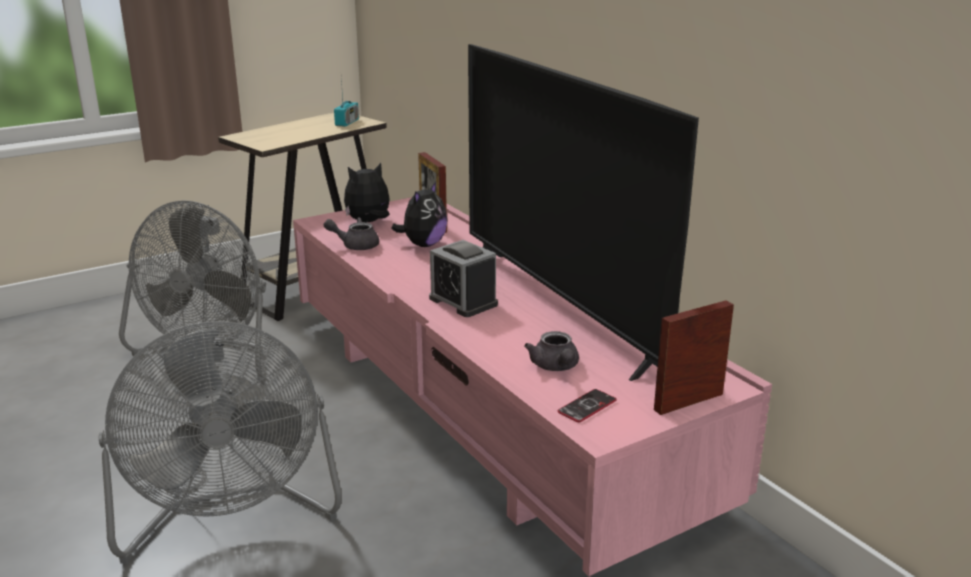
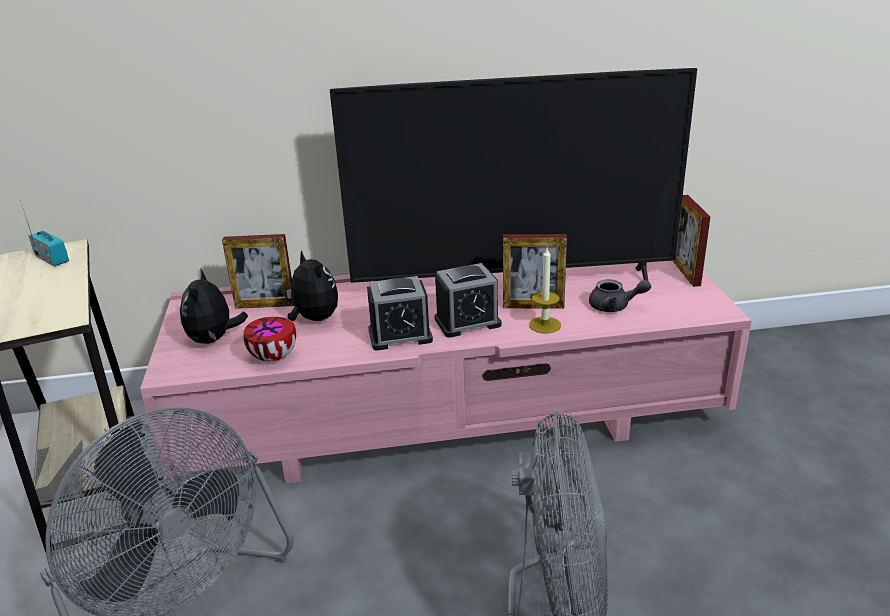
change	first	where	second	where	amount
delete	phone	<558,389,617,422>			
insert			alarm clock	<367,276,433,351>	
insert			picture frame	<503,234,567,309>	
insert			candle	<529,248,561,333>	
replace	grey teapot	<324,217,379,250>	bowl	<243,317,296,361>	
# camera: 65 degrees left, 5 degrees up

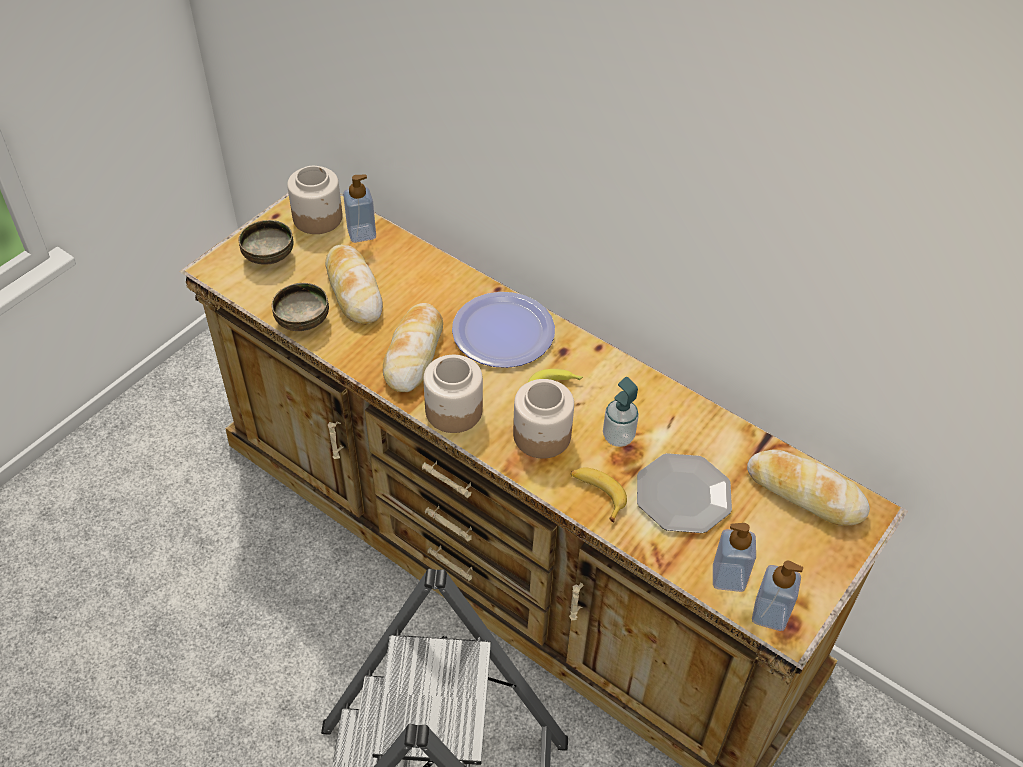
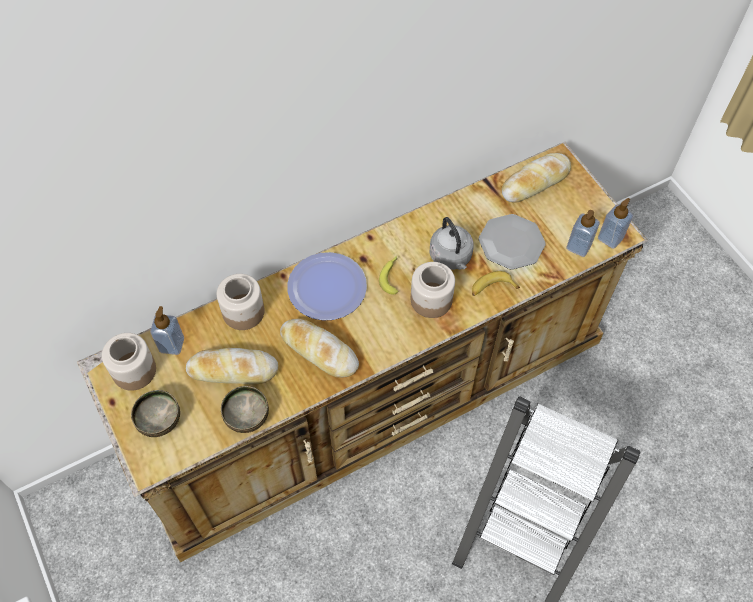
change	first	where	second	where	amount
move	jar	<423,355,483,433>		<217,274,265,330>	
replace	soap dispenser	<603,377,639,447>	grey kettle	<430,217,474,270>	
# camera: 65 degrees left, 10 degrees up

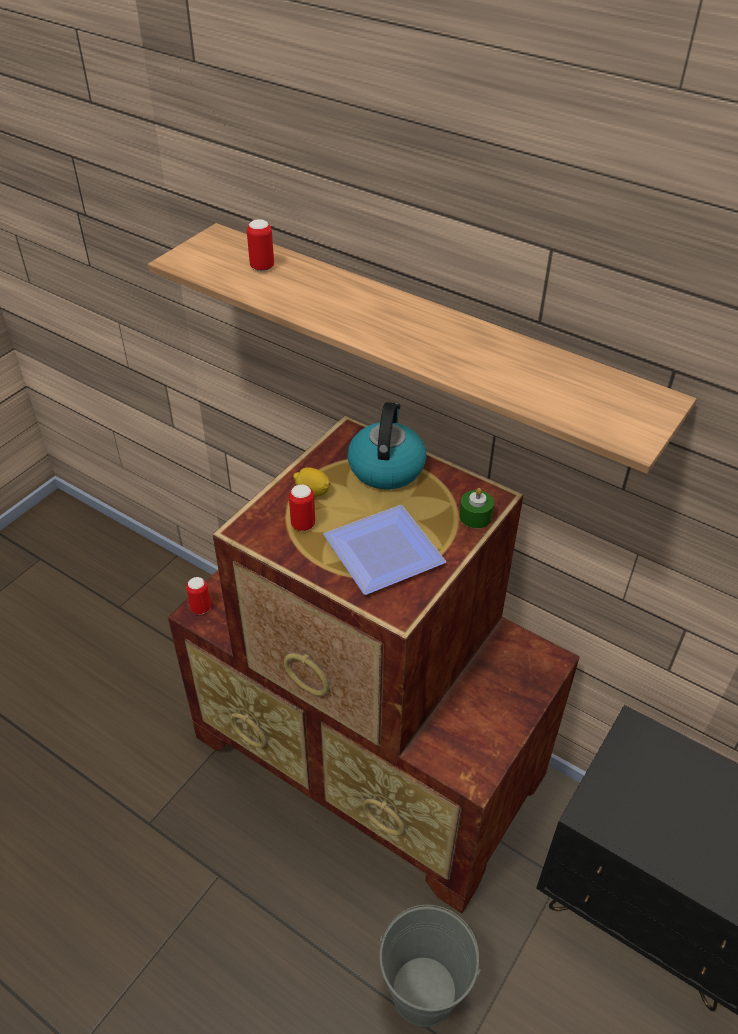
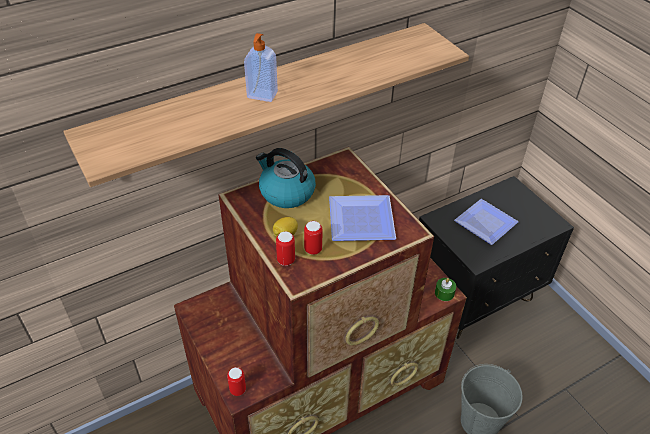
change	first	where	second	where	amount
insert			soap dispenser	<244,33,278,102>	
insert			plate	<454,199,518,245>	
move	can	<247,219,274,271>		<276,231,295,266>	
move	green candle	<459,488,494,528>		<435,278,456,301>	
# camera: 65 degrees left, 0 degrees up

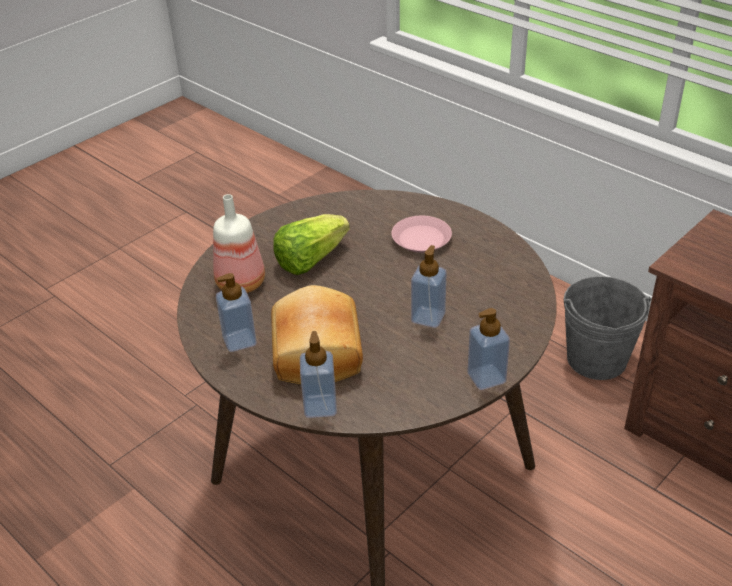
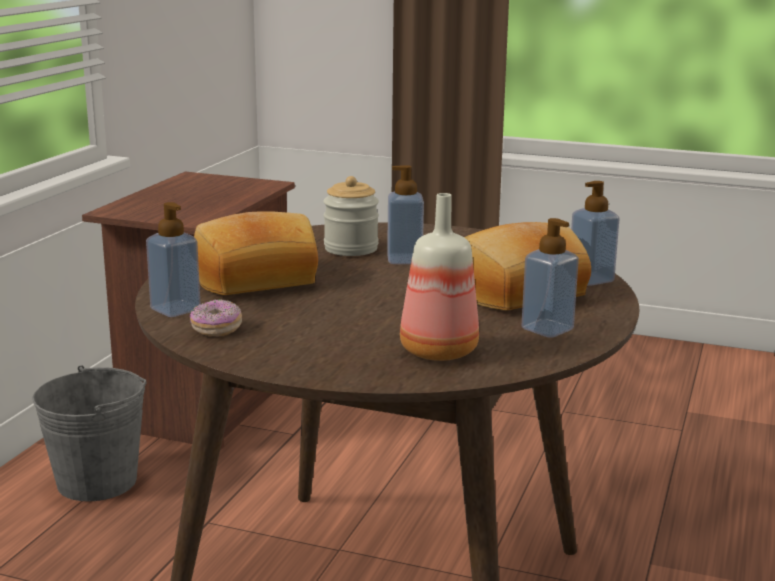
change	first	where	second	where	amount
delete	lettuce	<273,214,350,275>			
insert			donut	<190,299,242,337>	
insert			jar	<323,176,379,256>	
move	soap dispenser	<468,308,510,390>		<146,202,200,317>	
replace	pink plate	<391,216,452,253>	bread	<194,211,318,295>	
# camera: 115 degrees left, 20 degrees down

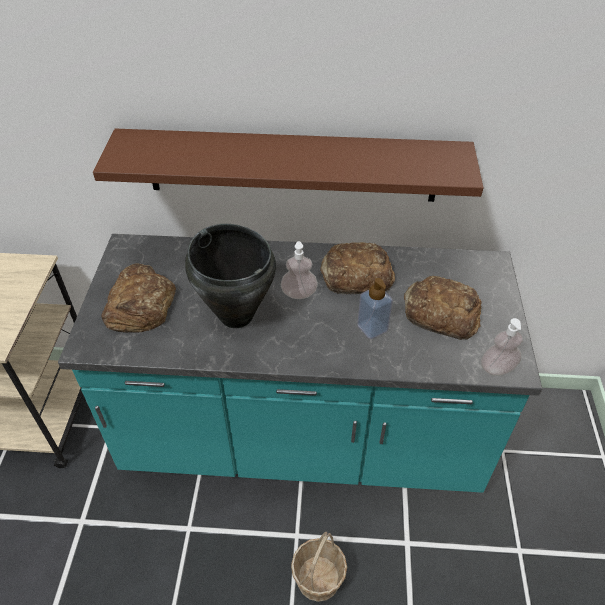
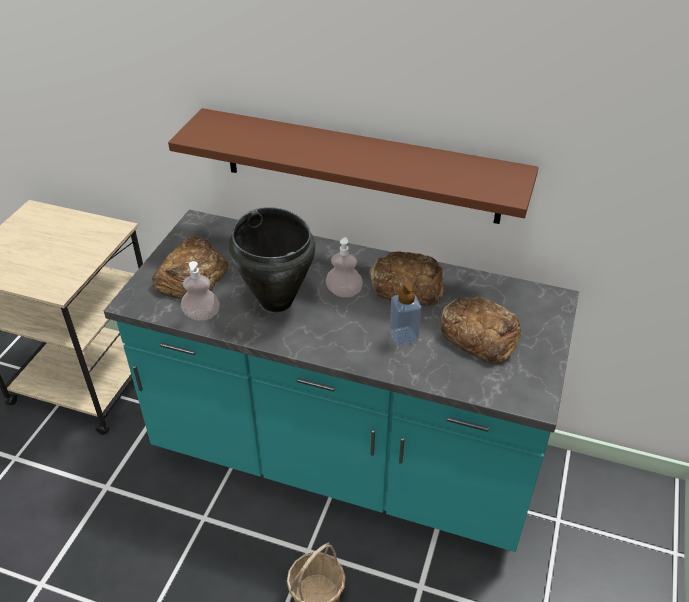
change	first	where	second	where	amount
move	soap dispenser	<481,318,523,376>		<181,261,220,321>	
# camera: 15 degrees right, 5 degrees down

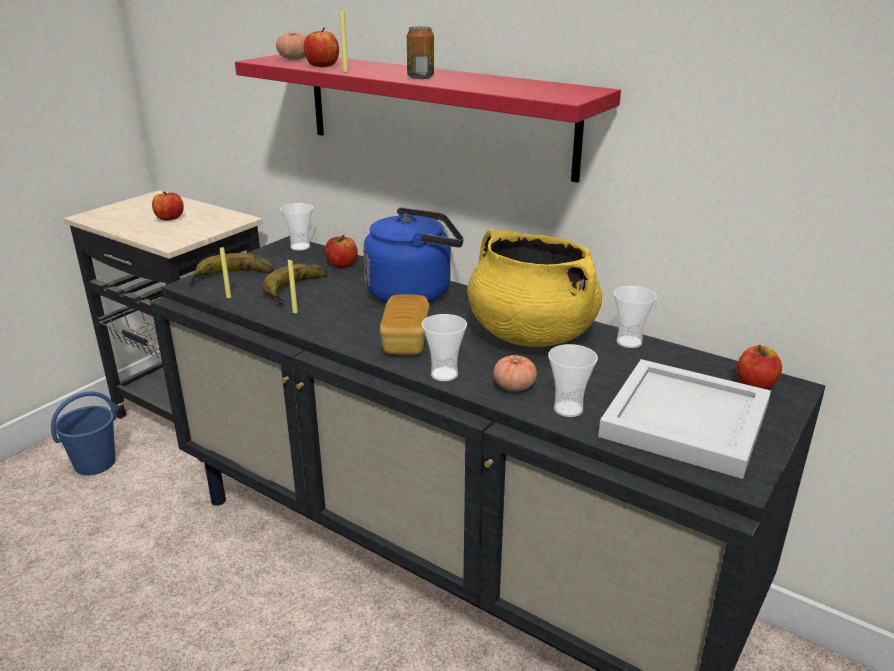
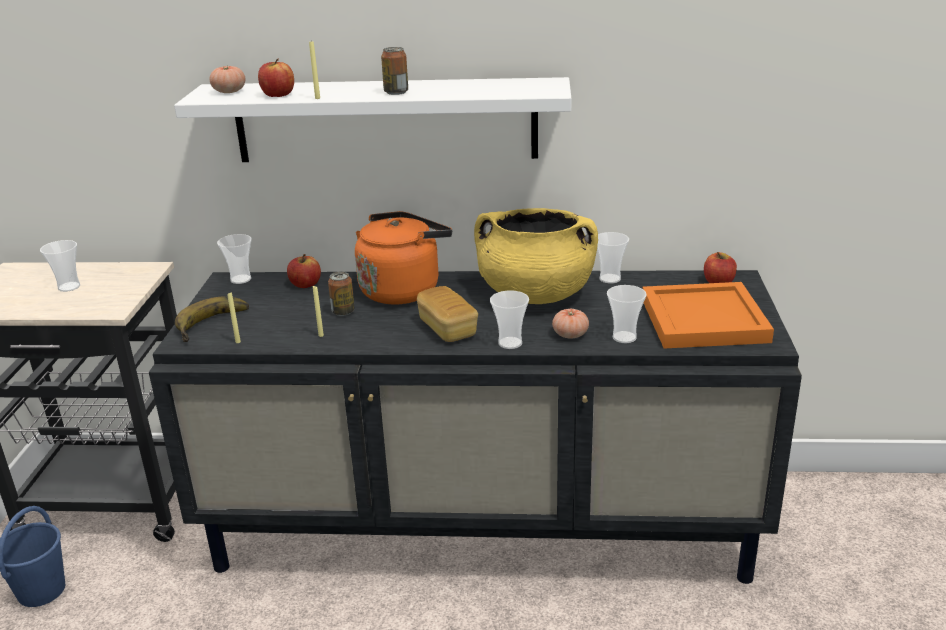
change	first	where	second	where	amount
delete	banana	<262,264,327,305>			
insert			can	<328,271,355,316>	
replace	apple	<152,192,184,221>	cup	<40,240,80,292>	
recolor	red shelf	<235,54,621,183>	white shelf	<174,77,572,162>	
recolor	blue kettle	<363,207,464,303>	orange kettle	<355,211,452,304>	
recolor	white tray	<598,359,771,479>	orange tray	<643,282,774,349>	
# camera: 30 degrees left, 0 degrees up

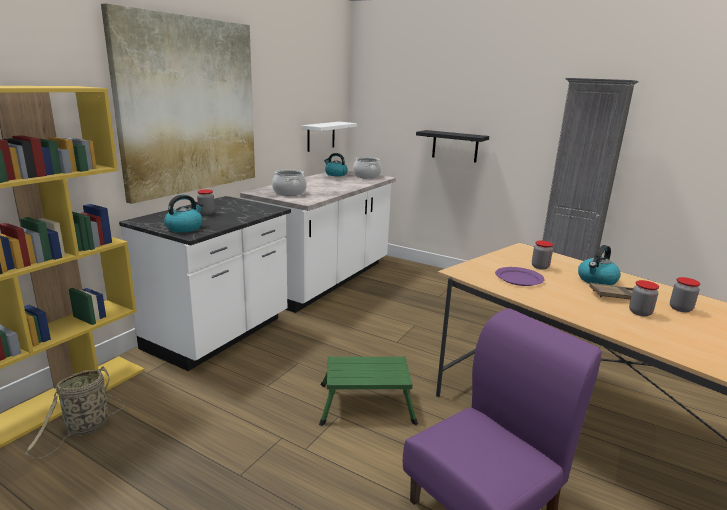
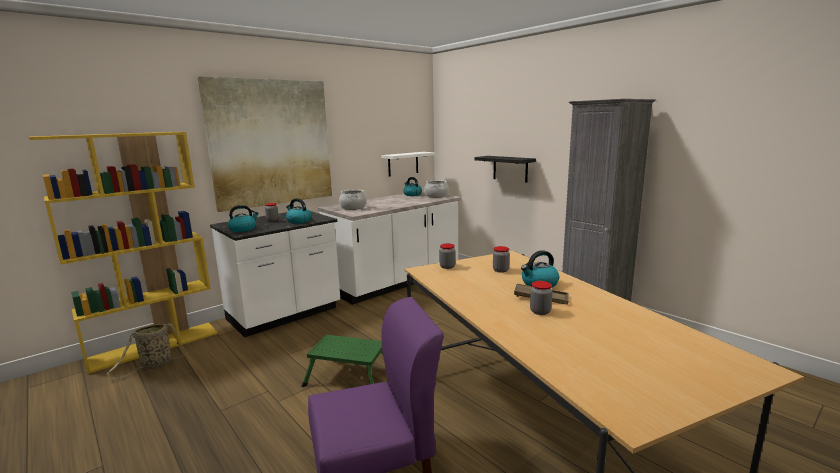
change	first	where	second	where	amount
delete	purple plate	<495,267,545,286>			
insert			kettle	<286,198,311,224>	
move	jar	<670,277,700,312>		<439,244,455,269>	
# camera: 20 degrees right, 5 degrees down

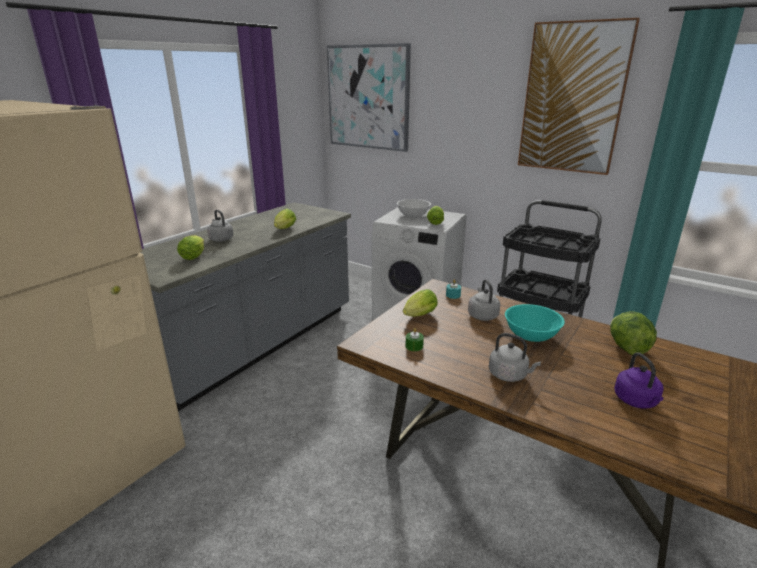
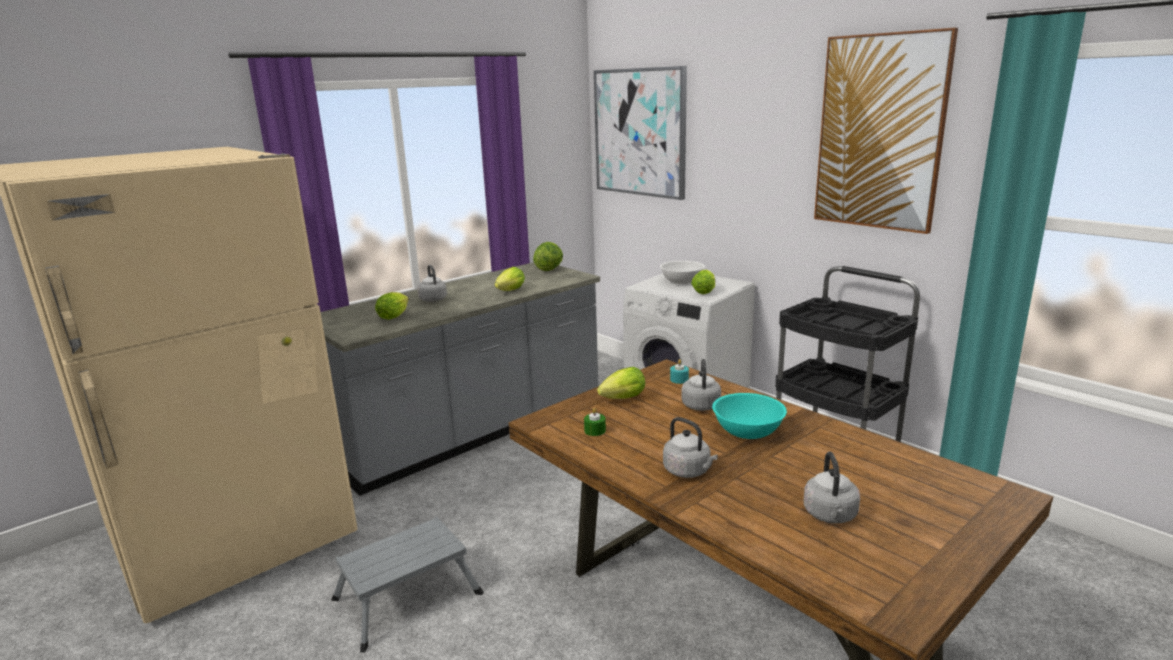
change	first	where	second	where	amount
insert			grey step ladder	<331,517,484,653>	
move	lettuce	<610,311,657,355>		<533,242,563,271>	
recolor	purple kettle	<614,352,664,408>	grey kettle	<804,452,860,524>	
# camera: 15 degrees right, 5 degrees down

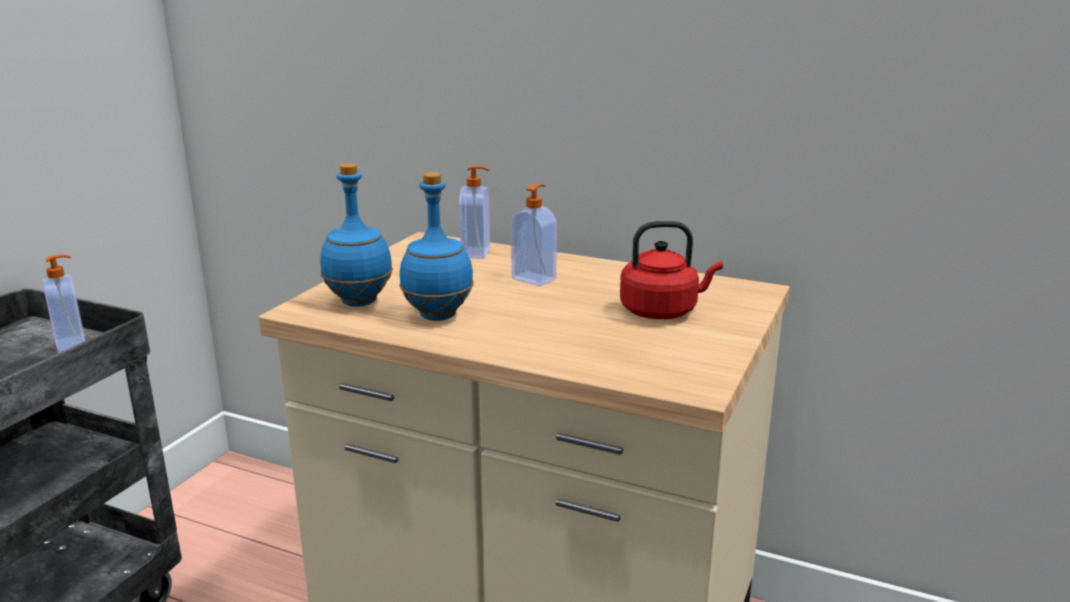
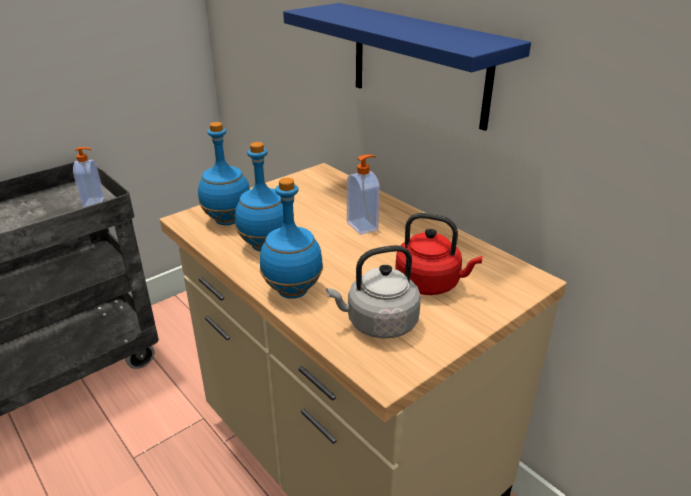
change	first	where	second	where	amount
delete	soap dispenser	<459,166,490,259>			
insert			blue bottle	<260,178,323,299>	
insert			blue shelf	<283,3,531,131>	
insert			grey kettle	<326,245,421,339>	
# camera: 25 degrees right, 10 degrees up

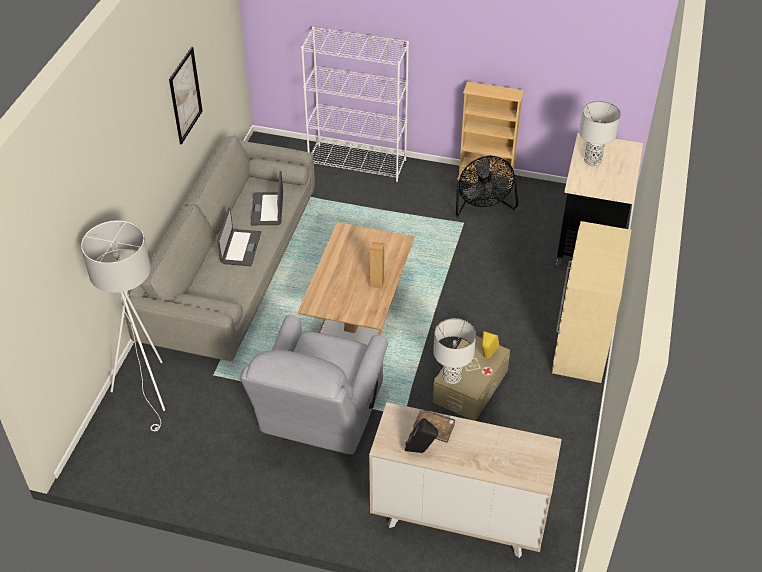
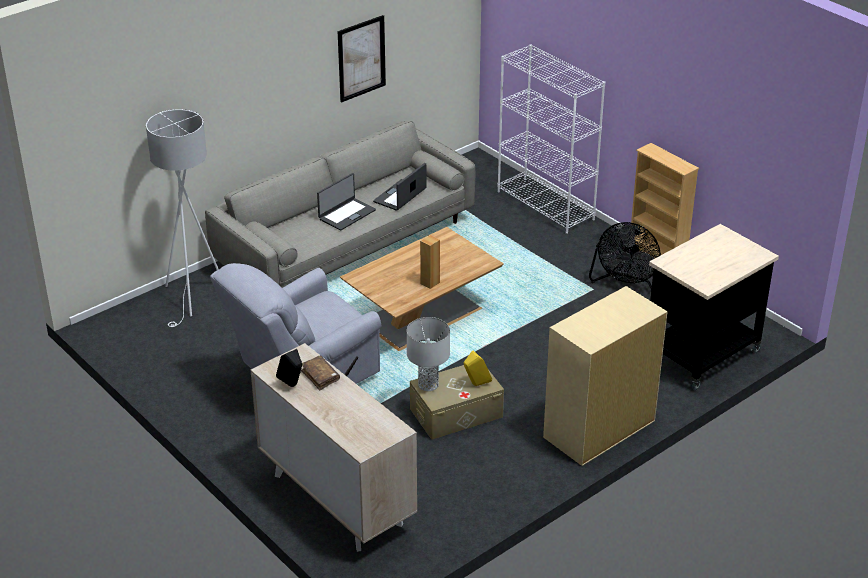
change	first	where	second	where	amount
delete	white table lamp	<579,101,621,166>			
# camera: 35 degrees right, 10 degrees down

